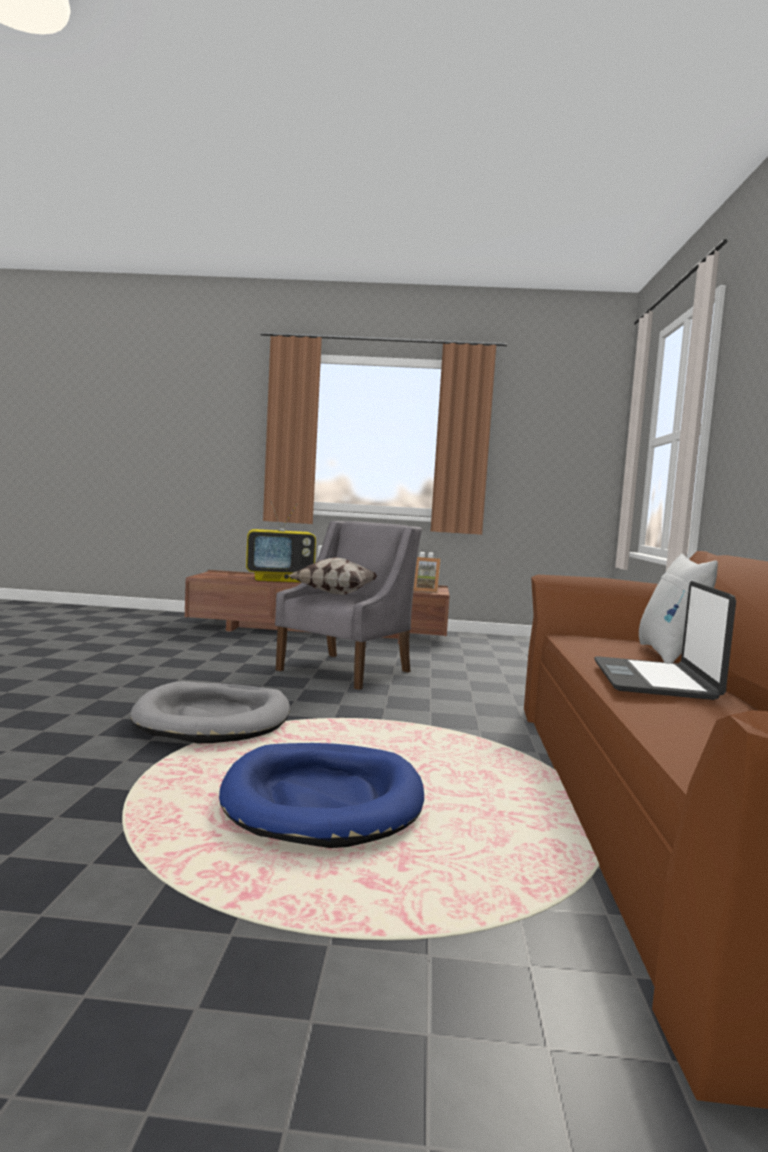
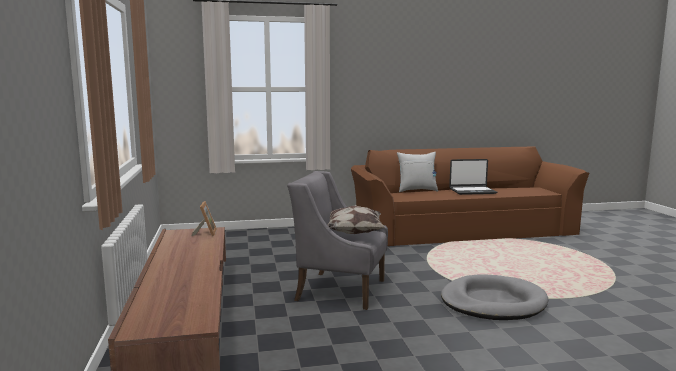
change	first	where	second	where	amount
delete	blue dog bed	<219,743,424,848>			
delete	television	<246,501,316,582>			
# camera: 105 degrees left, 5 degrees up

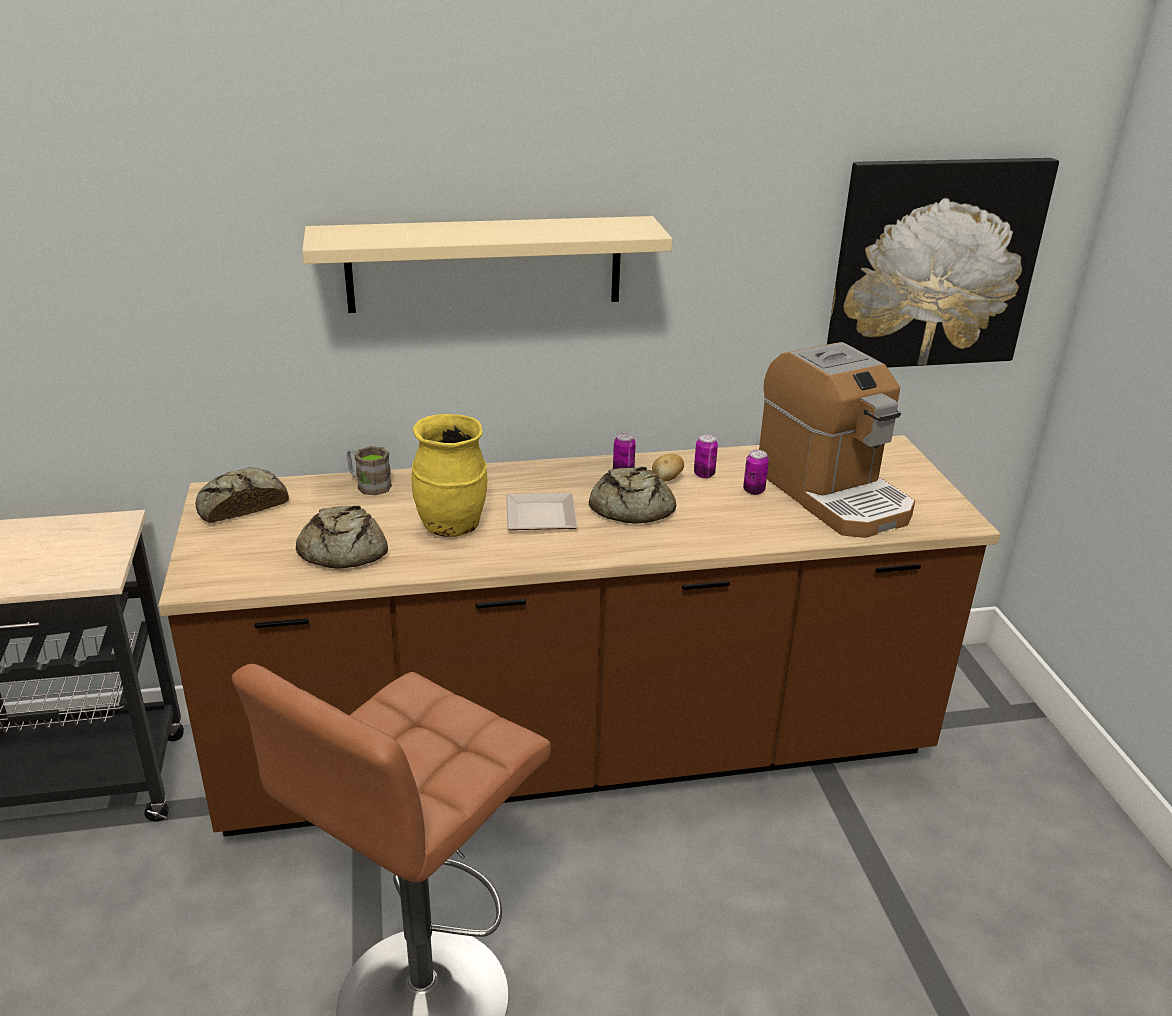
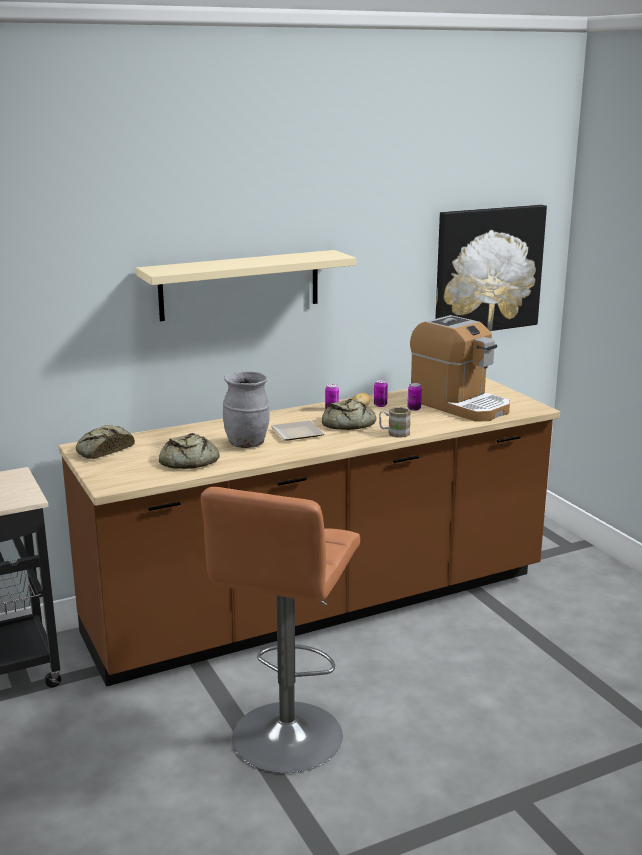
change	first	where	second	where	amount
move	brown mug	<347,446,392,495>		<379,407,411,438>	
recolor	yellow vase	<411,414,487,537>	grey vase	<223,371,270,448>	
# camera: 15 degrees left, 10 degrees down

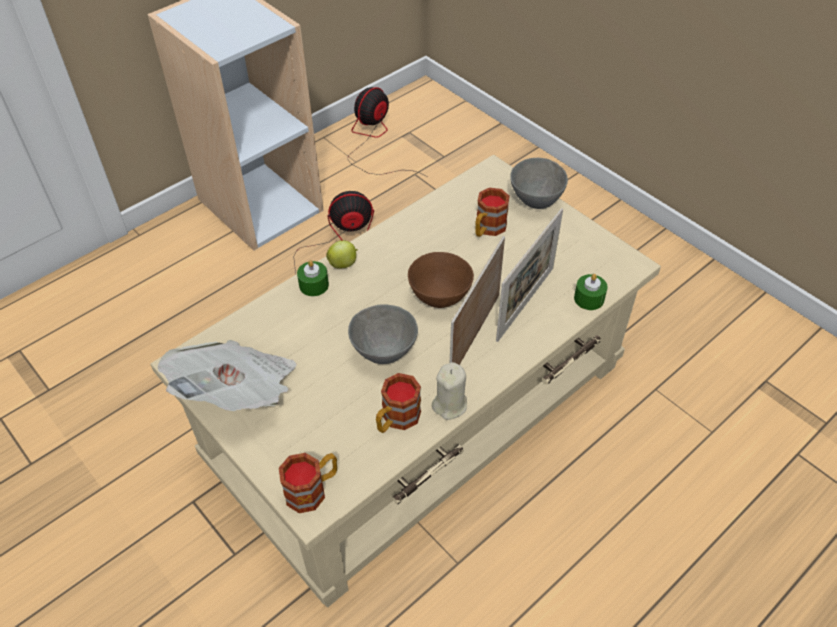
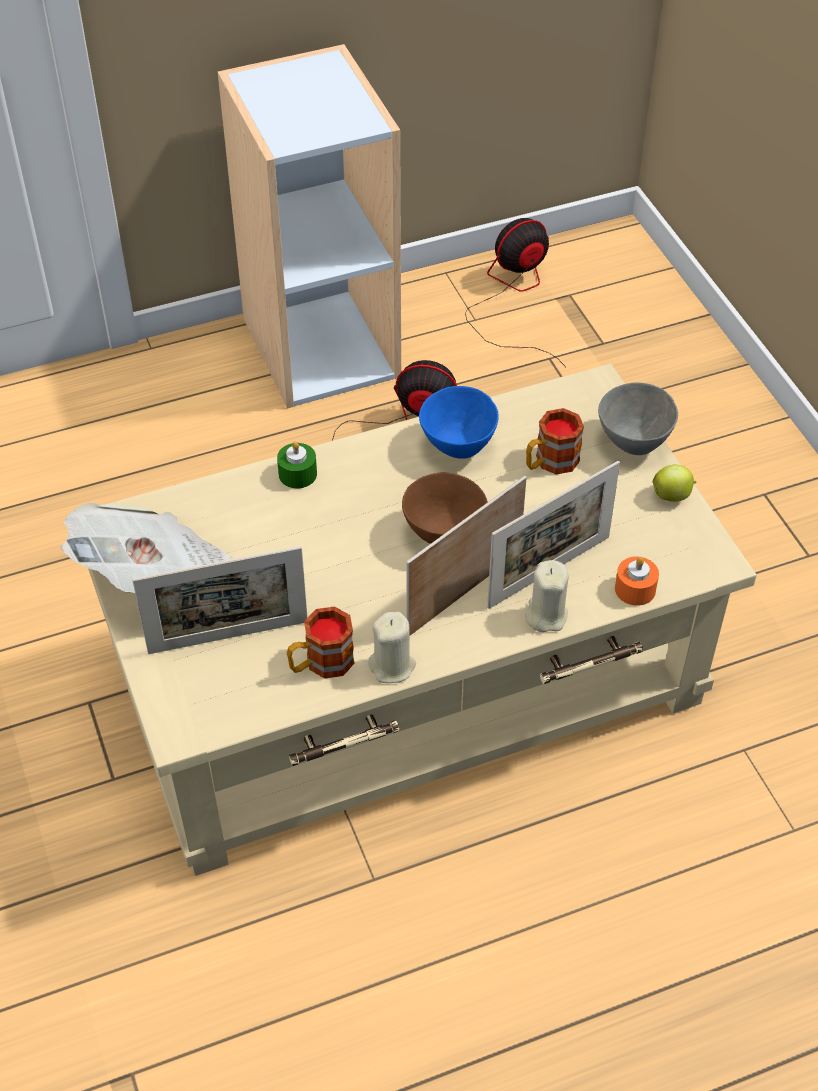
change	first	where	second	where	amount
delete	mug	<279,453,337,513>			
delete	grey bowl	<348,304,418,364>			
insert			picture frame	<132,546,308,654>	
insert			blue bowl	<419,386,499,459>	
insert			beige candle	<525,560,569,632>	
move	apple	<326,240,358,268>		<653,465,697,502>	
recolor	green candle	<574,274,608,310>	orange candle	<615,557,659,606>	
# camera: 20 degrees right, 0 degrees up

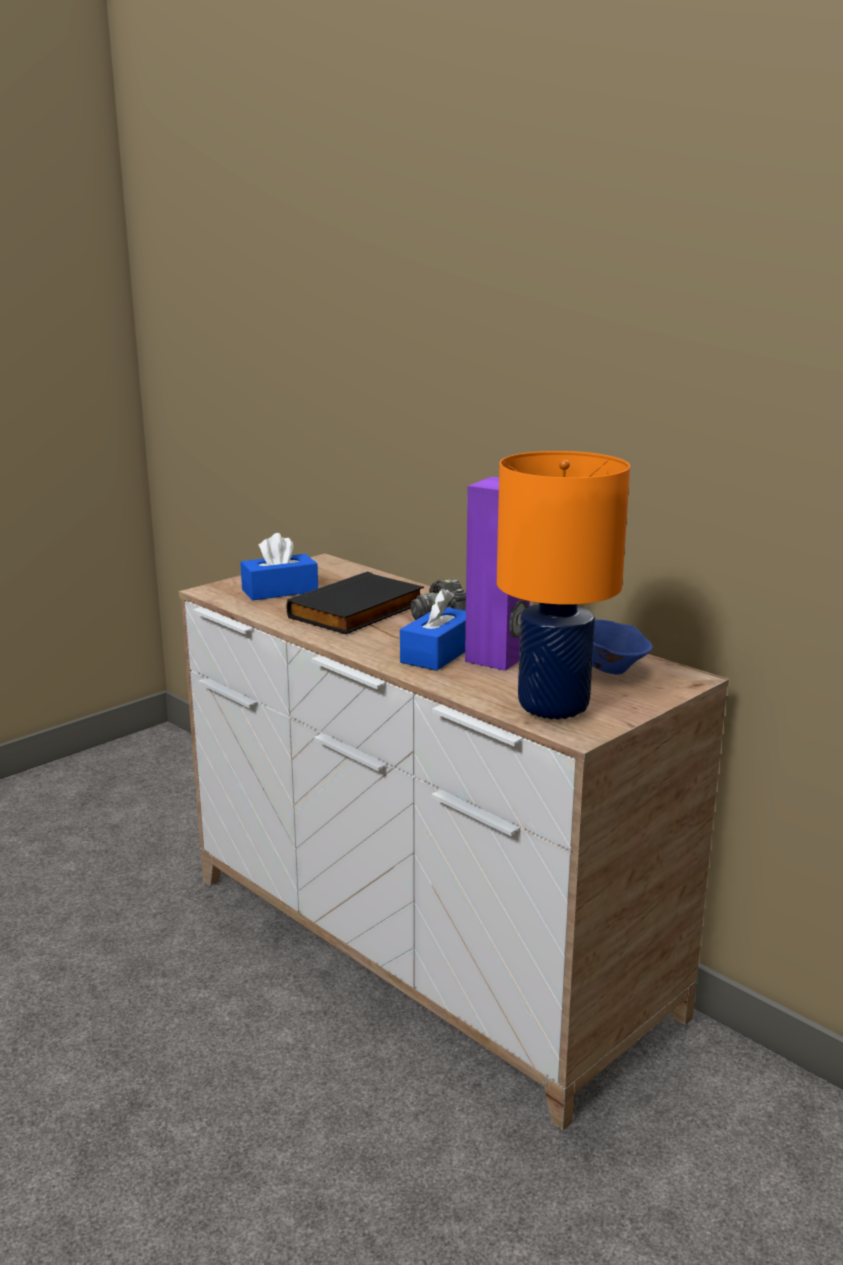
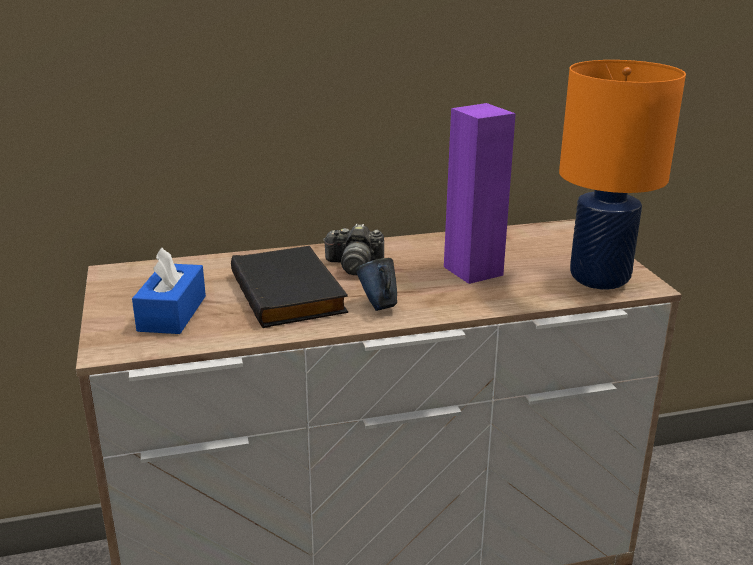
change	first	where	second	where	amount
delete	blue tissue box	<400,588,466,671>			
delete	blue bowl	<592,619,653,674>			
insert			blue mug	<356,258,397,311>	
# camera: 60 degrees left, 5 degrees up

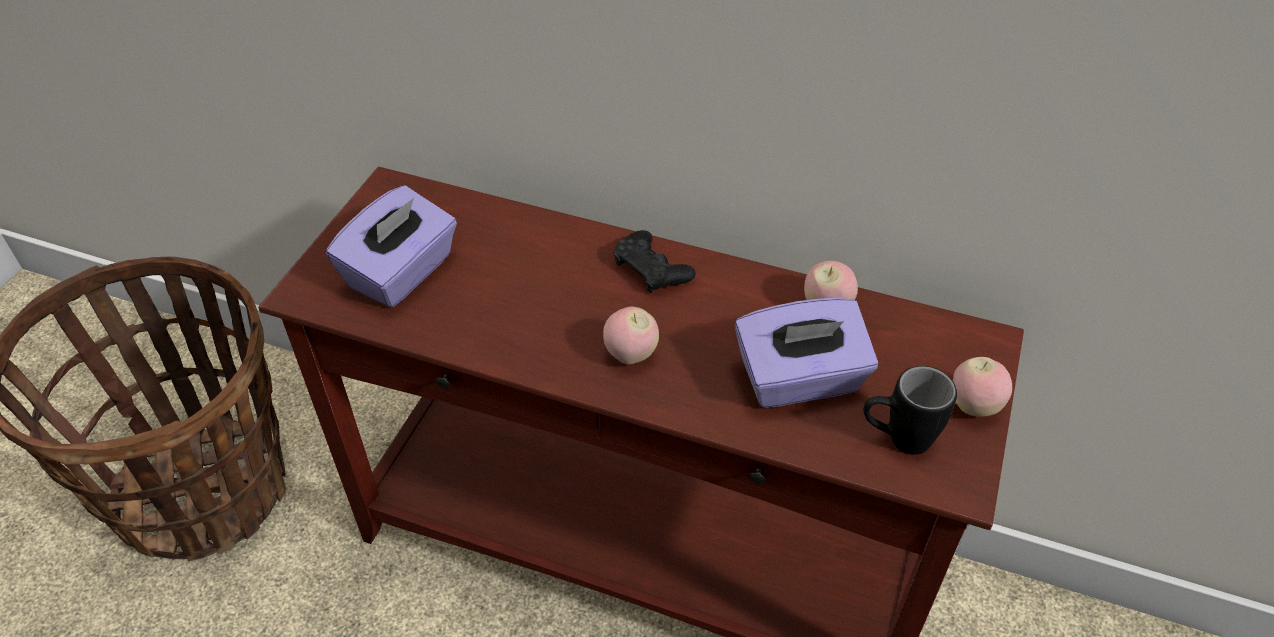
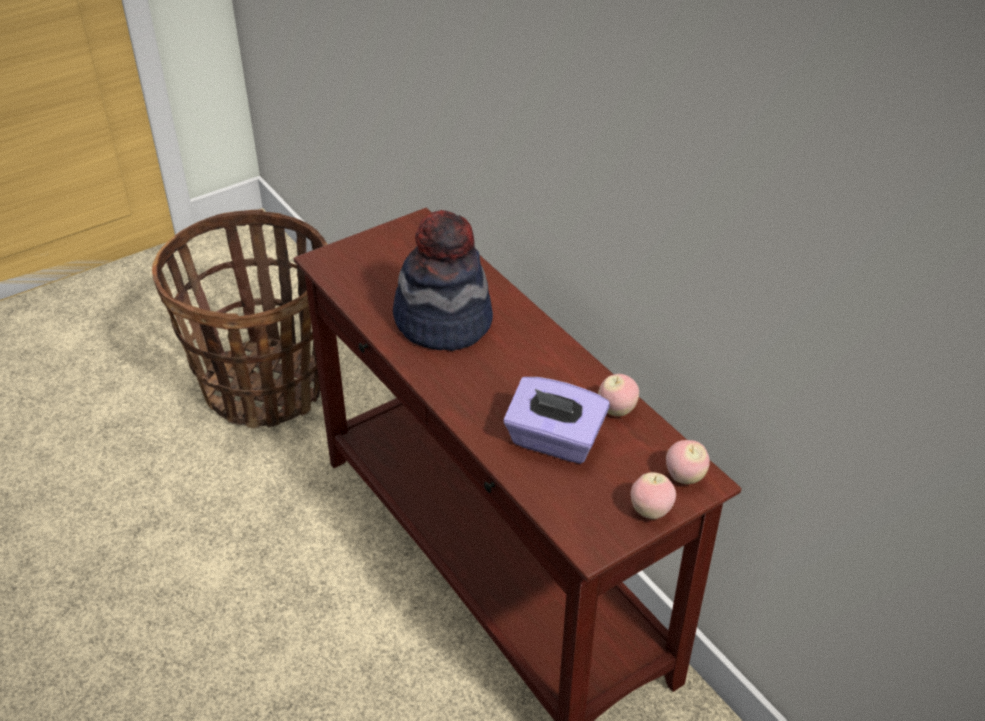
change	first	where	second	where	amount
delete	purple tissue box	<326,185,457,308>			
delete	black game controller	<614,230,696,293>			
delete	black mug	<864,366,957,455>			
insert			hat	<393,210,493,351>	
move	apple	<603,307,659,364>		<666,440,710,484>	
# camera: 35 degrees right, 5 degrees down

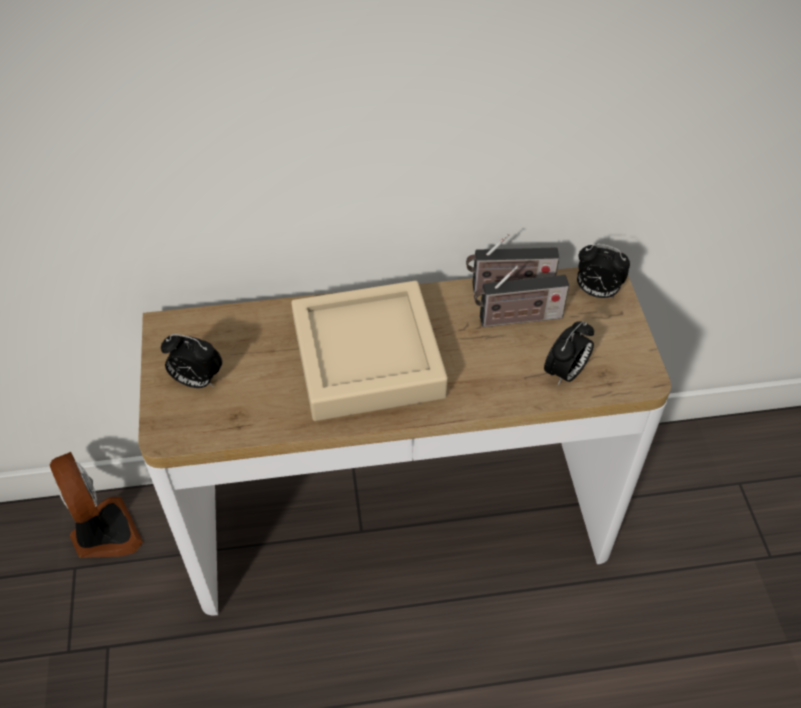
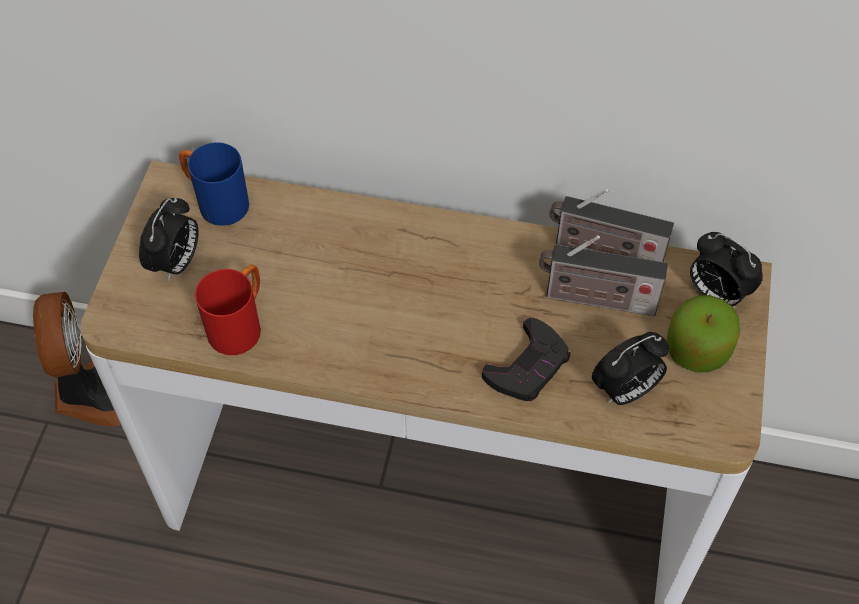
change	first	where	second	where	amount
delete	beige tray	<291,281,448,421>			
insert			blue mug	<179,142,249,226>	
insert			red mug	<195,265,261,355>	
insert			black game controller	<482,317,570,402>	
insert			apple	<667,295,740,373>	
rotate	alarm clock	<161,334,222,388>		<139,198,199,282>	105 degrees counterclockwise
# camera: 20 degrees right, 5 degrees up

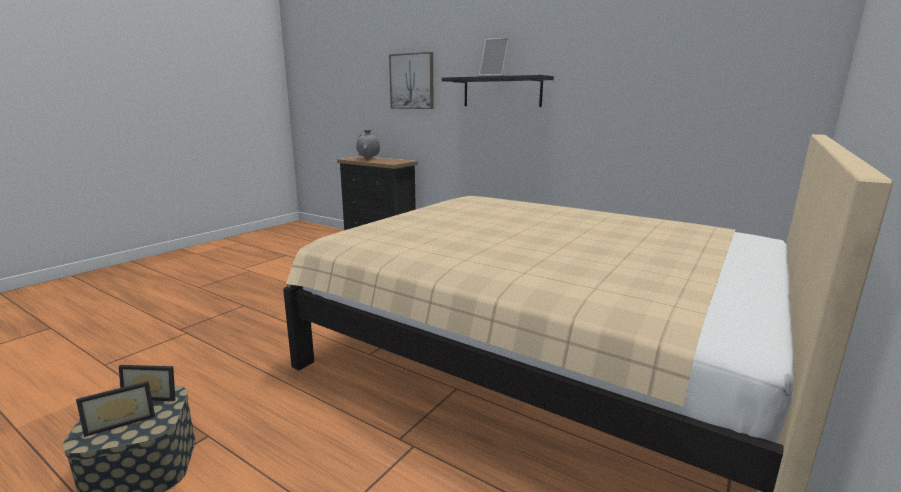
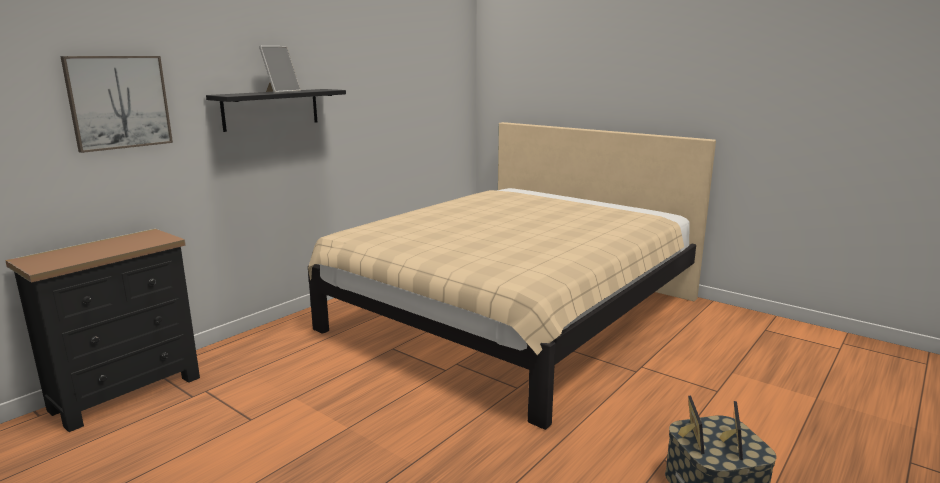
change	first	where	second	where	amount
delete	grey vase	<356,130,380,160>			
rotate	picture frame	<76,381,155,437>		<719,401,743,460>	45 degrees clockwise
# camera: 85 degrees left, 0 degrees up

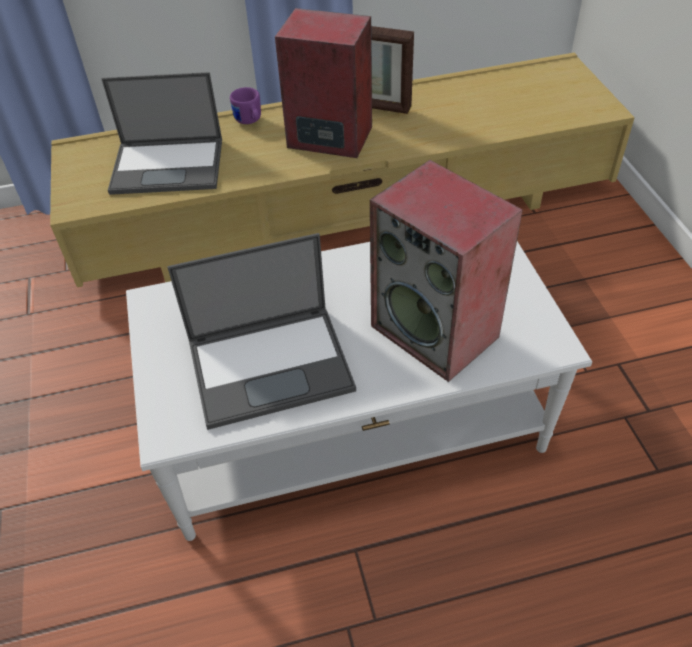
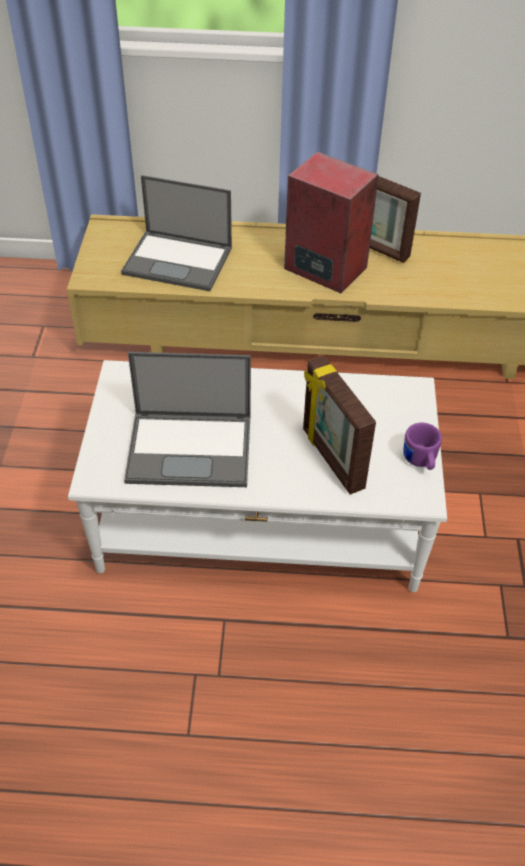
change	first	where	second	where	amount
move	purple mug	<230,87,261,124>		<403,423,442,470>	
replace	speaker	<370,160,523,382>	picture frame	<303,356,376,495>	
# camera: 15 degrees right, 0 degrees up

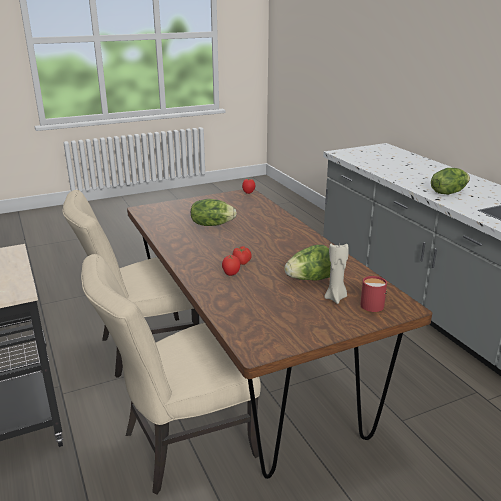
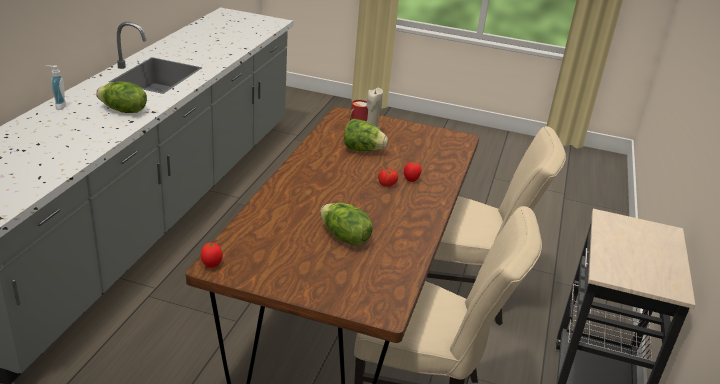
change	first	where	second	where	amount
insert			soap dispenser	<45,65,66,110>	
# camera: 140 degrees left, 5 degrees up

